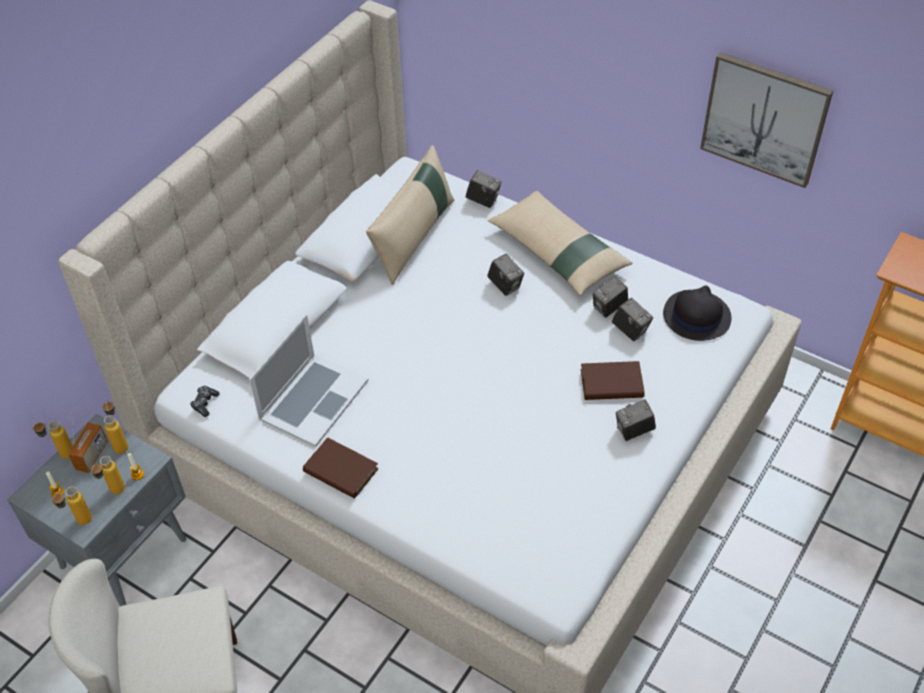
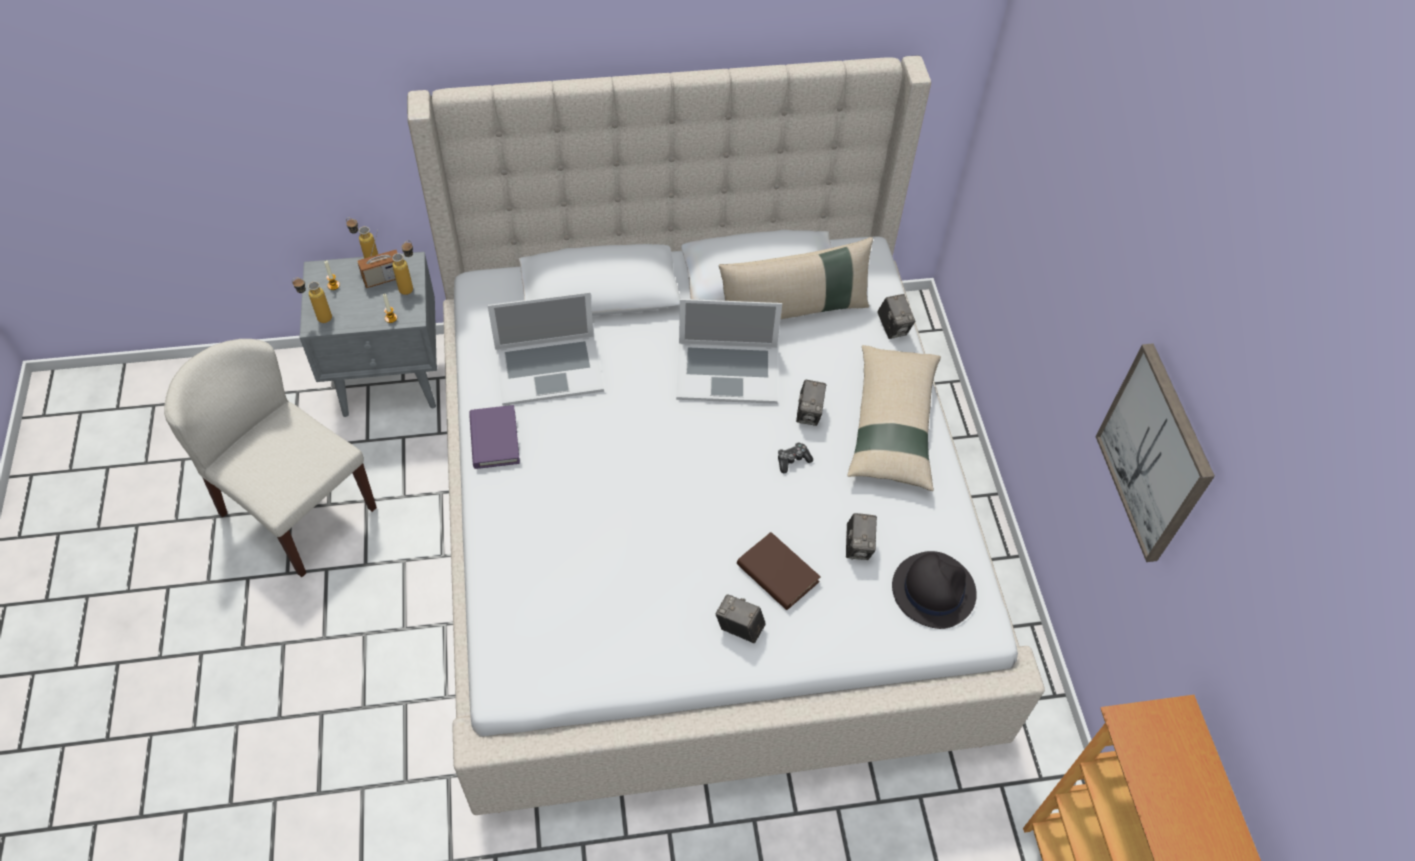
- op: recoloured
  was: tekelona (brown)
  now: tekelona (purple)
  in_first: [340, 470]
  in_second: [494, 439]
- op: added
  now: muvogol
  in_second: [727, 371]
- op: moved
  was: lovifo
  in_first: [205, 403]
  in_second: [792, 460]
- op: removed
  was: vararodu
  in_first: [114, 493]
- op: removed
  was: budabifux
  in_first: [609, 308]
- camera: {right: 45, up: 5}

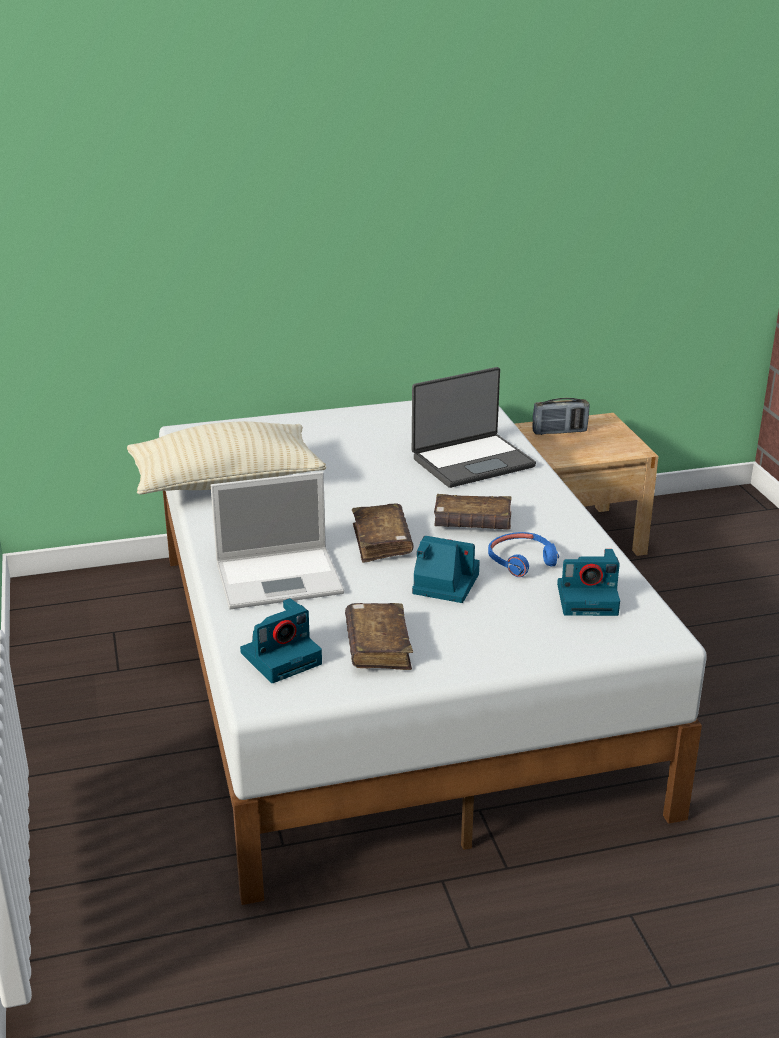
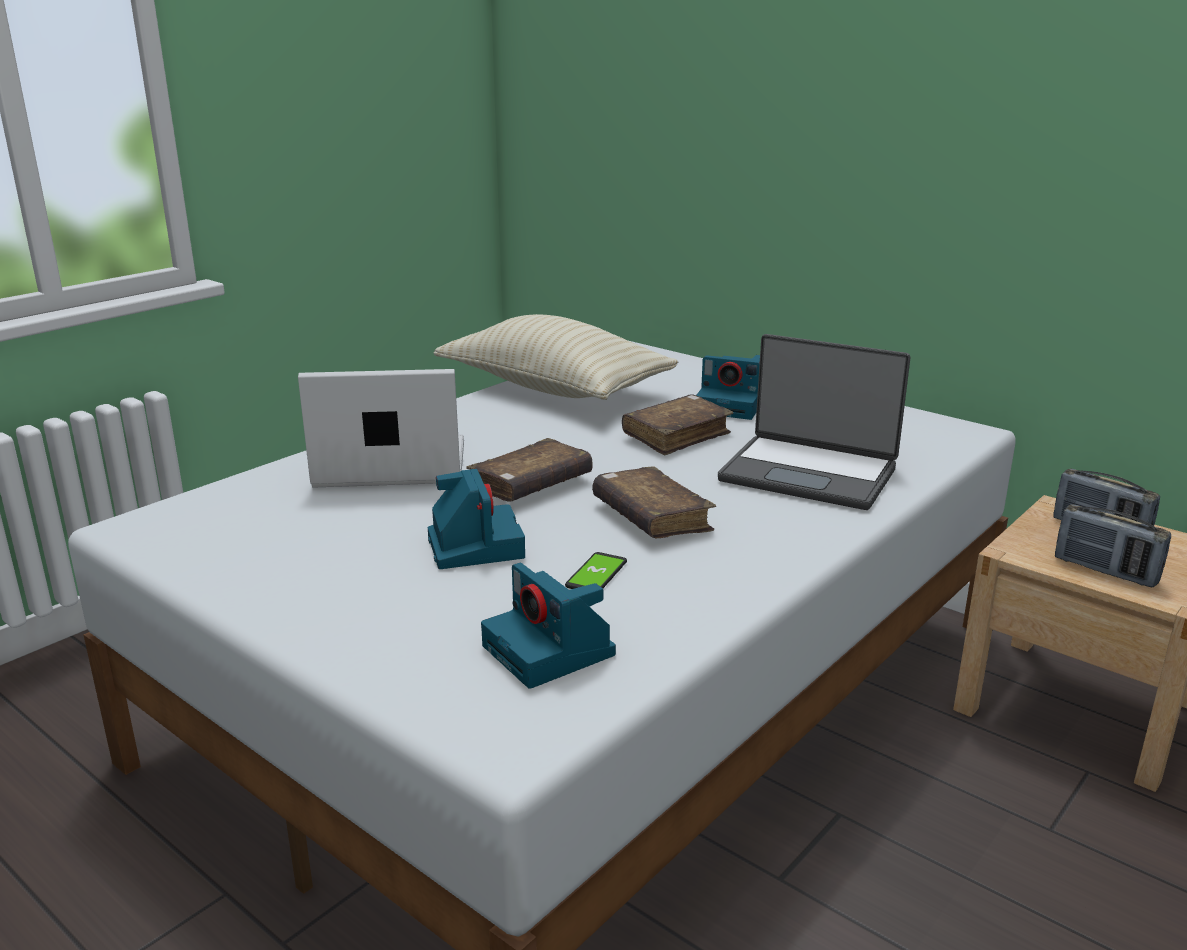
- op: turned
  was: muvogol
  in_first: [281, 577]
  in_second: [388, 465]
  clockwise: 135
- op: replaced
  was: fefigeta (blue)
  now: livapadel
  in_first: [521, 561]
  in_second: [596, 574]
- op: moved
  was: tekelona (brown)
  in_first: [378, 647]
  in_second: [676, 436]
- op: moved
  was: budabifux
  in_first: [282, 657]
  in_second: [732, 406]
- op: added
  now: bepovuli
  in_second: [1105, 571]
- camera: {right: 55, up: -5}

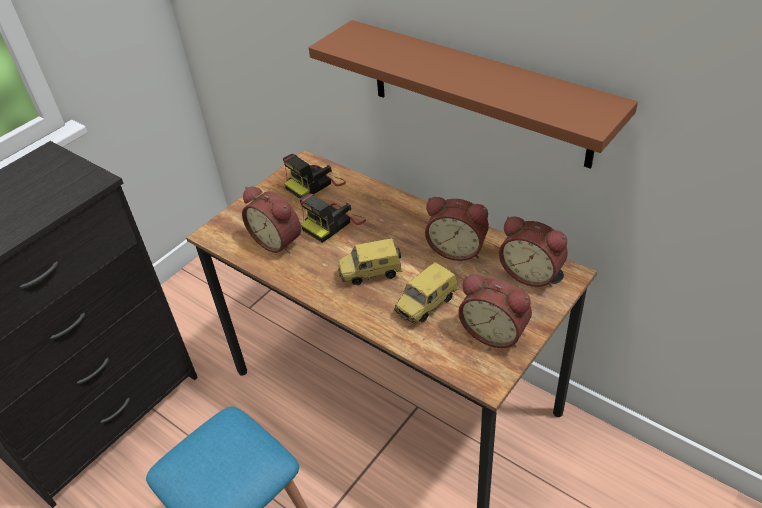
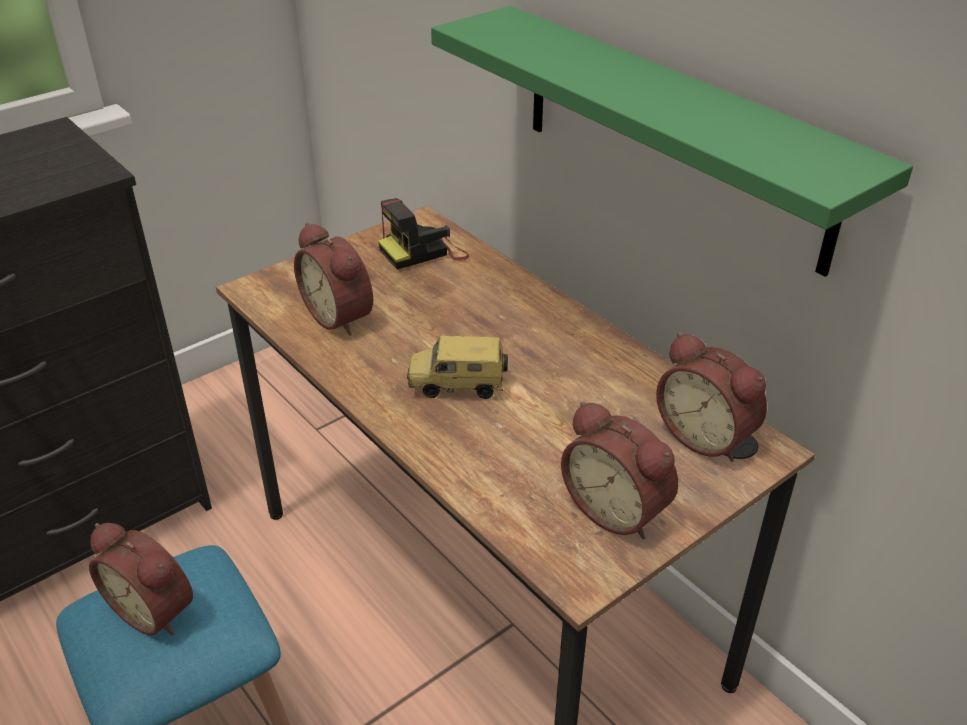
- op: moved
  was: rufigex
  in_first: [457, 248]
  in_second: [156, 608]
- op: recoloured
  was: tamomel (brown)
  now: tamomel (green)
  in_first: [478, 93]
  in_second: [671, 134]
- op: removed
  was: budabifux
  in_first: [333, 223]
- op: removed
  was: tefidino
  in_first: [427, 306]
- camera: {right: 10, up: -5}

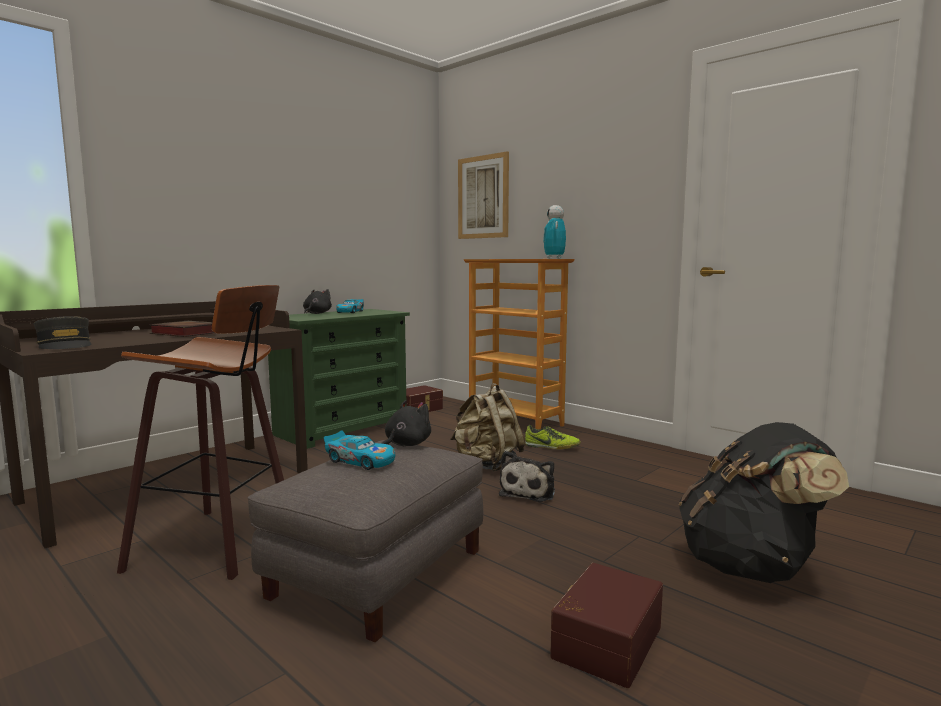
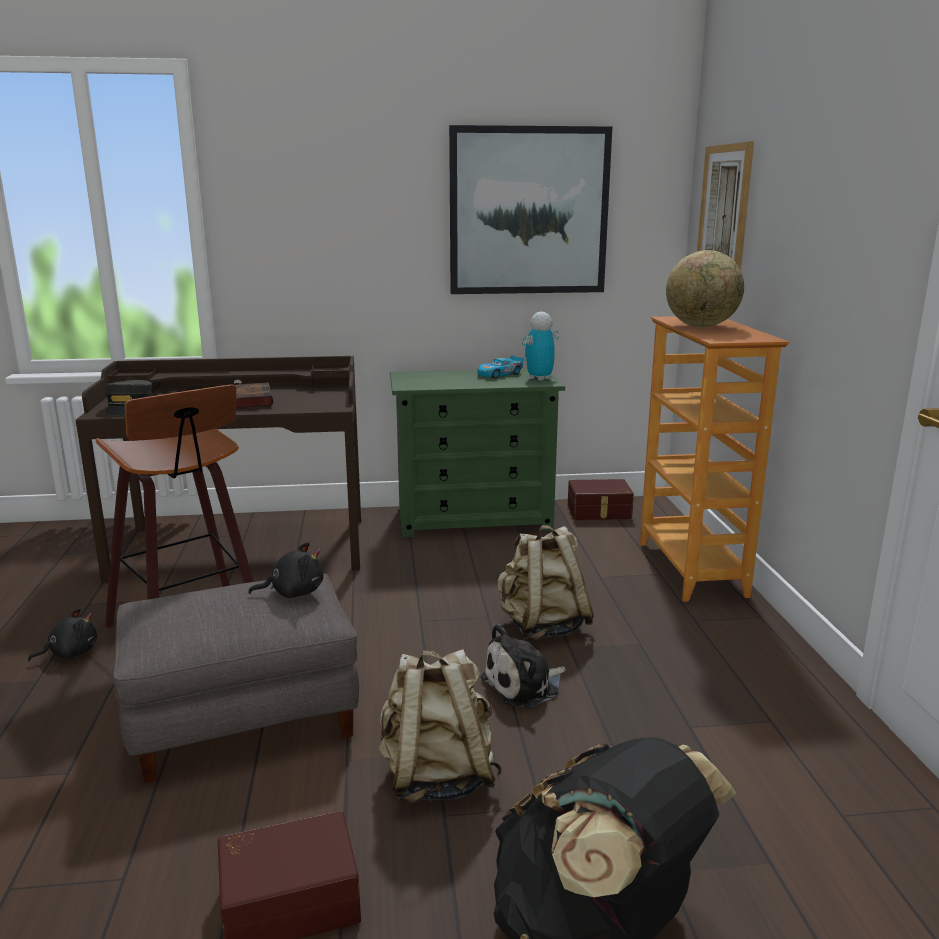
- op: moved
  was: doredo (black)
  in_first: [316, 313]
  in_second: [70, 653]
- op: added
  now: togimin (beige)
  in_second: [437, 777]
- op: added
  now: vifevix
  in_second: [528, 211]
- op: moved
  was: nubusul
  in_first: [554, 258]
  in_second: [539, 378]
- op: added
  now: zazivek
  in_second: [701, 326]
- op: removed
  was: tefidino
  in_first: [360, 461]
- op: removed
  was: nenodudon
  in_first: [551, 447]
- camera: {right: 40, up: 10}

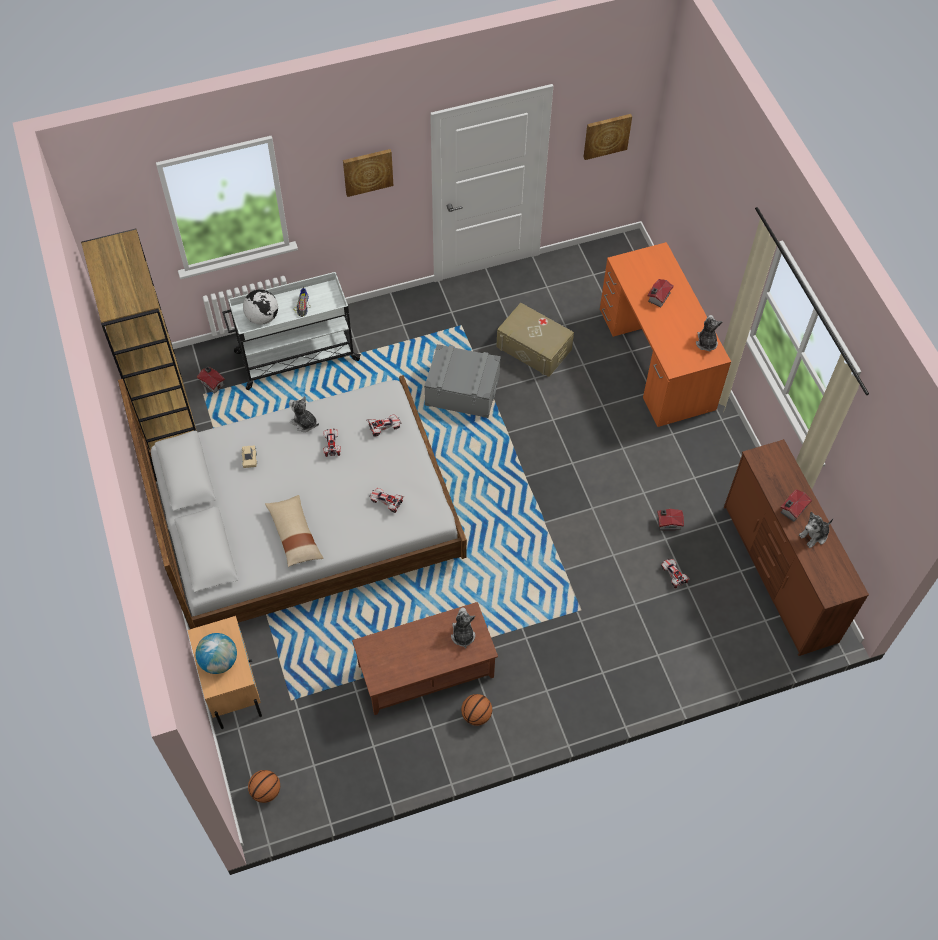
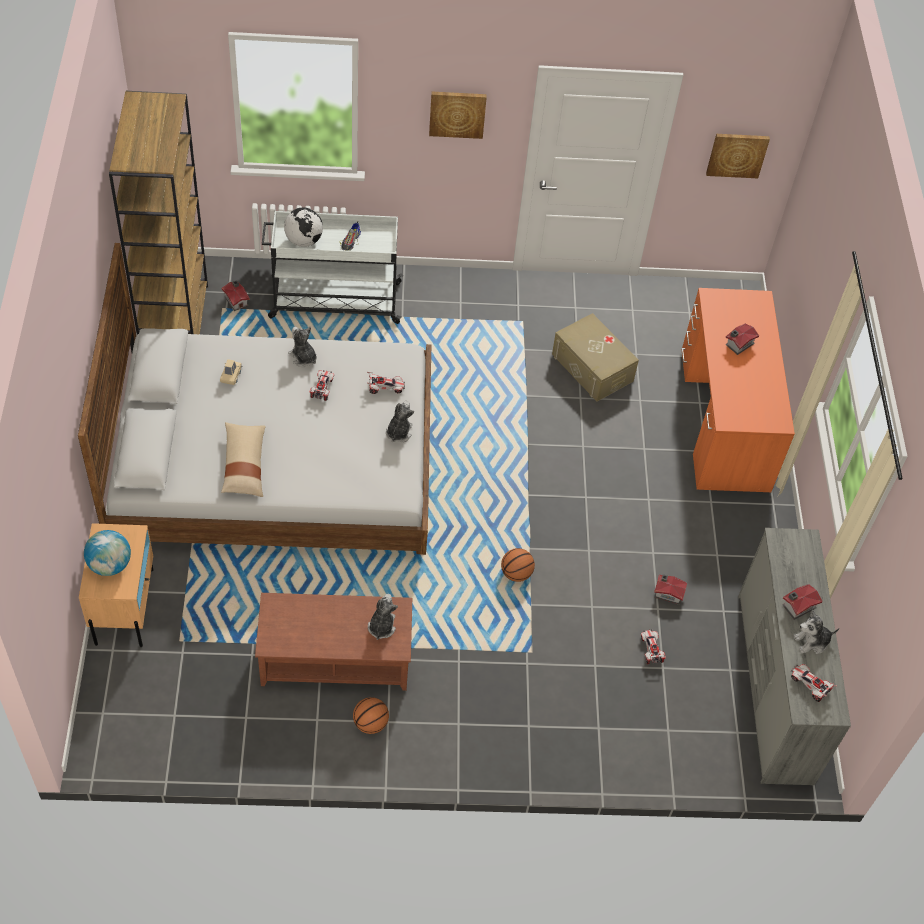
- op: moved
  was: doredo
  in_first: [706, 342]
  in_second: [398, 432]
- op: moved
  was: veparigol
  in_first: [266, 791]
  in_second: [516, 573]
- op: recoloured
  was: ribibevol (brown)
  now: ribibevol (grey)
  in_first: [778, 574]
  in_second: [773, 688]
- op: moved
  was: tefidino
  in_first: [386, 502]
  in_second: [809, 685]
- op: removed
  was: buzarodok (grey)
  in_first: [462, 390]
- camera: {right: 15, up: -5}

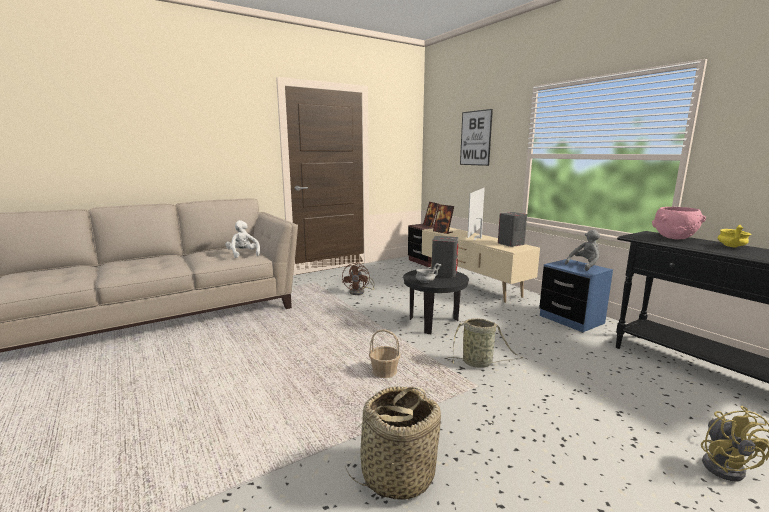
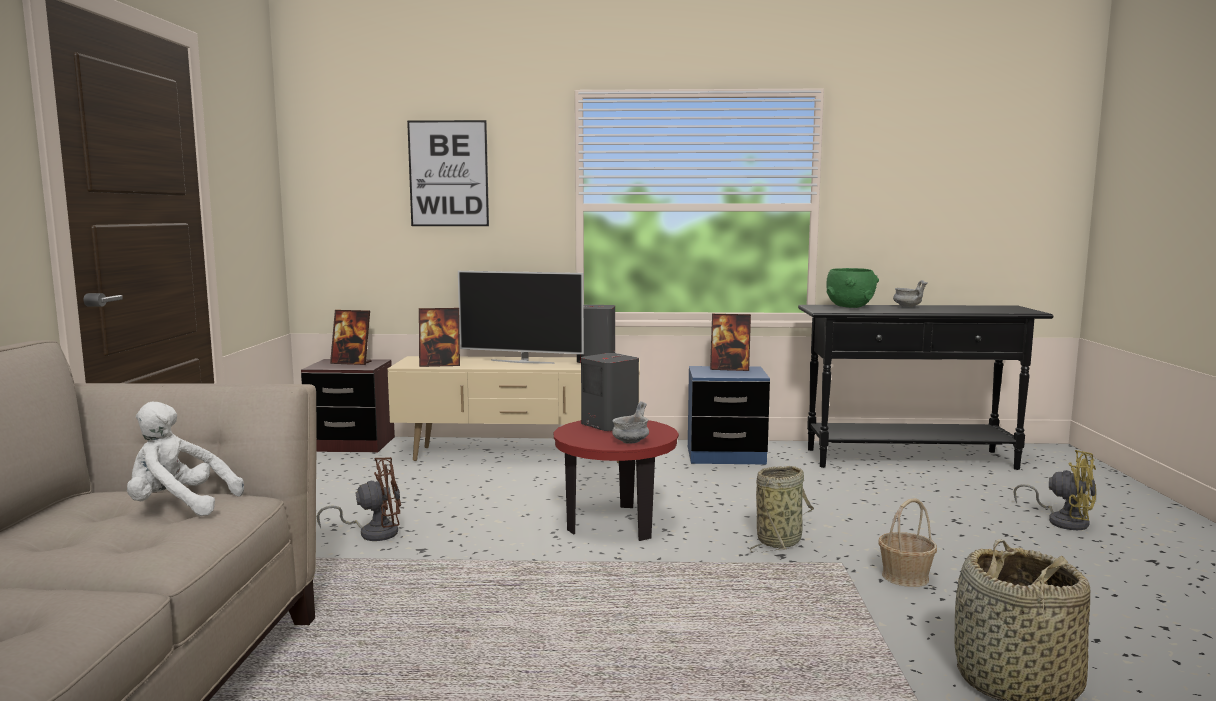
- op: turned
  was: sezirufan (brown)
  in_first: [360, 292]
  in_second: [373, 532]
  clockwise: -60
- op: turned
  was: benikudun
  in_first: [478, 237]
  in_second: [522, 361]
  clockwise: -45
- op: recoloured
  was: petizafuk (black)
  now: petizafuk (red)
  in_first: [434, 323]
  in_second: [615, 523]
- op: replaced
  was: doredo (grey)
  now: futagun
  in_first: [584, 265]
  in_second: [729, 369]
- op: recoloured
  was: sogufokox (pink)
  now: sogufokox (green)
  in_first: [674, 238]
  in_second: [849, 307]
- op: moved
  was: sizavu
  in_first: [384, 372]
  in_second: [904, 577]
- op: recoloured
  was: sogufokox (yellow)
  now: sogufokox (grey)
  in_first: [732, 246]
  in_second: [908, 307]
- camera: {right: -55, up: -5}

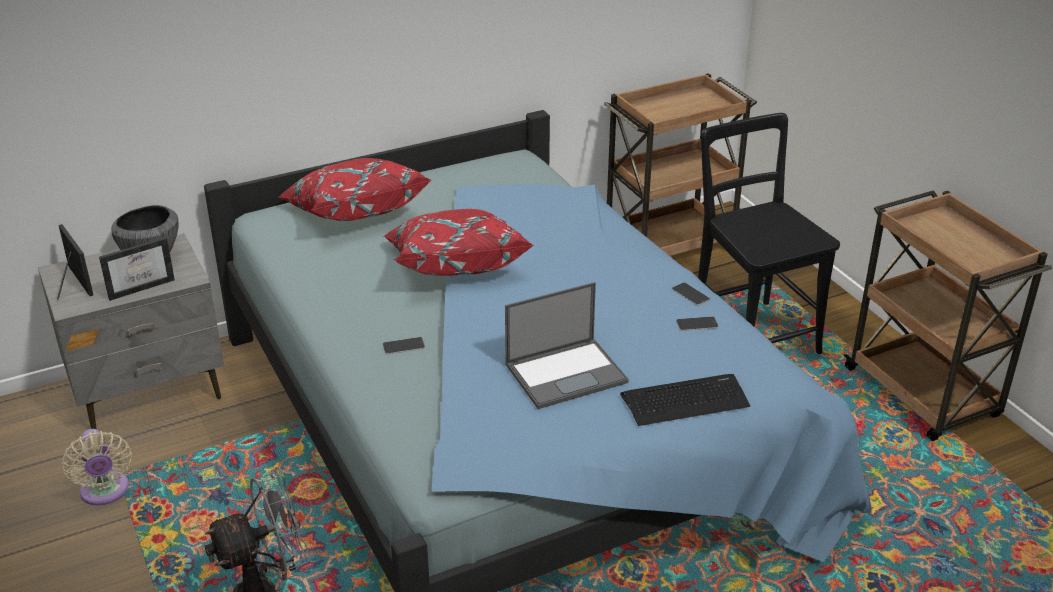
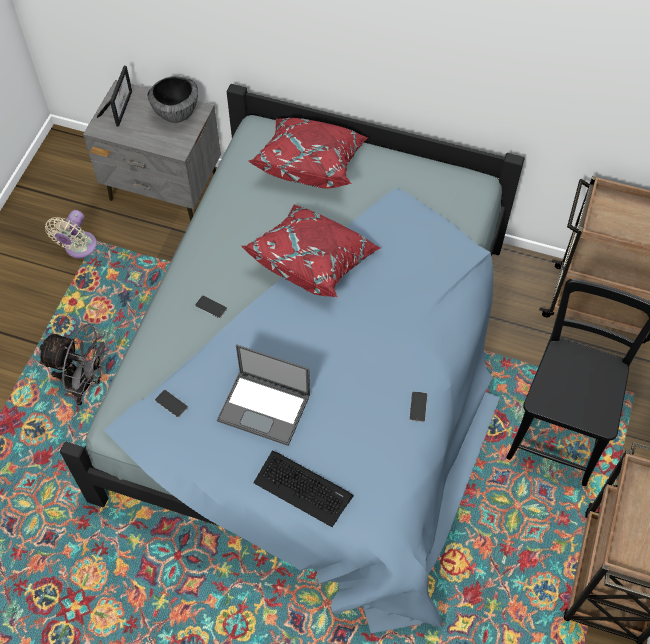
- op: moved
  was: livapadel
  in_first: [697, 324]
  in_second: [171, 403]
- op: removed
  was: futagun
  in_first: [141, 286]
- camera: {right: 45, up: 25}

